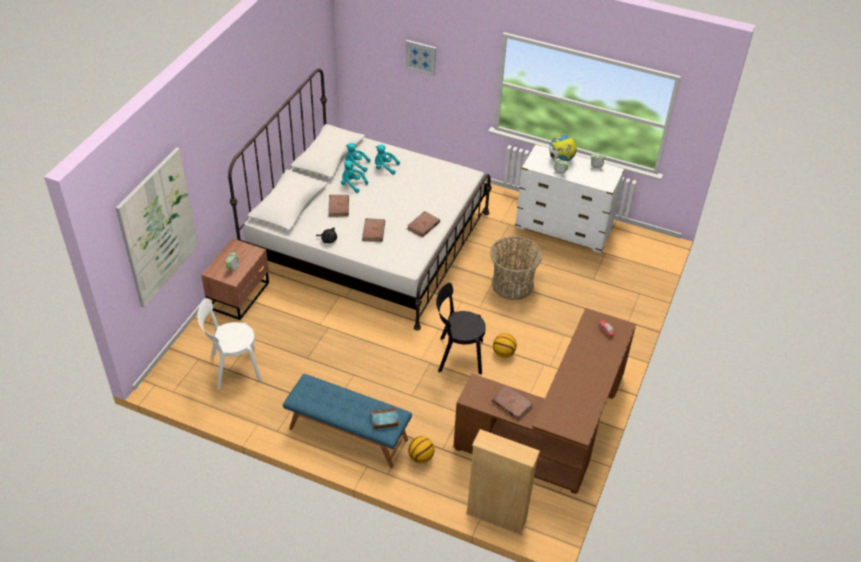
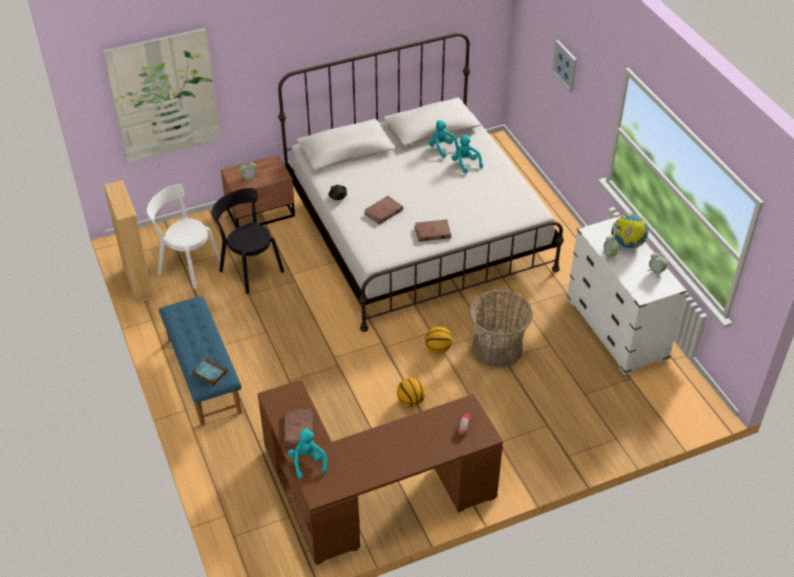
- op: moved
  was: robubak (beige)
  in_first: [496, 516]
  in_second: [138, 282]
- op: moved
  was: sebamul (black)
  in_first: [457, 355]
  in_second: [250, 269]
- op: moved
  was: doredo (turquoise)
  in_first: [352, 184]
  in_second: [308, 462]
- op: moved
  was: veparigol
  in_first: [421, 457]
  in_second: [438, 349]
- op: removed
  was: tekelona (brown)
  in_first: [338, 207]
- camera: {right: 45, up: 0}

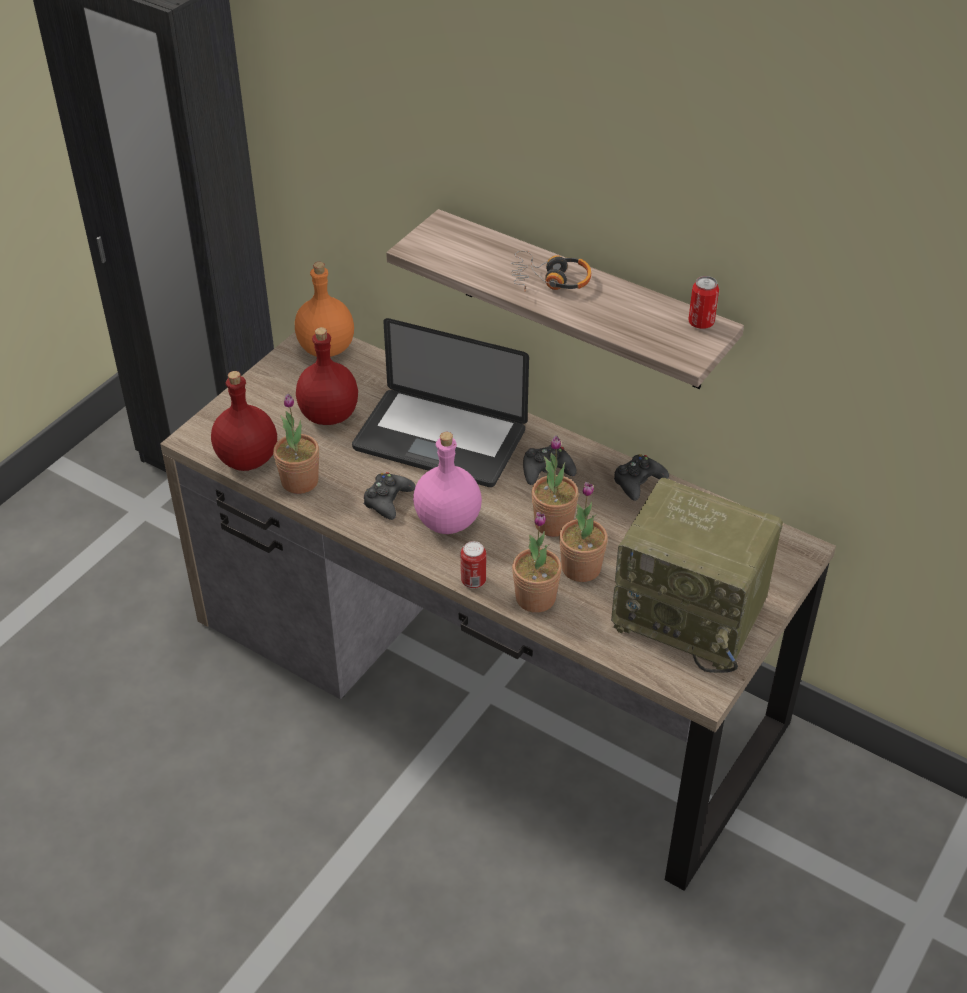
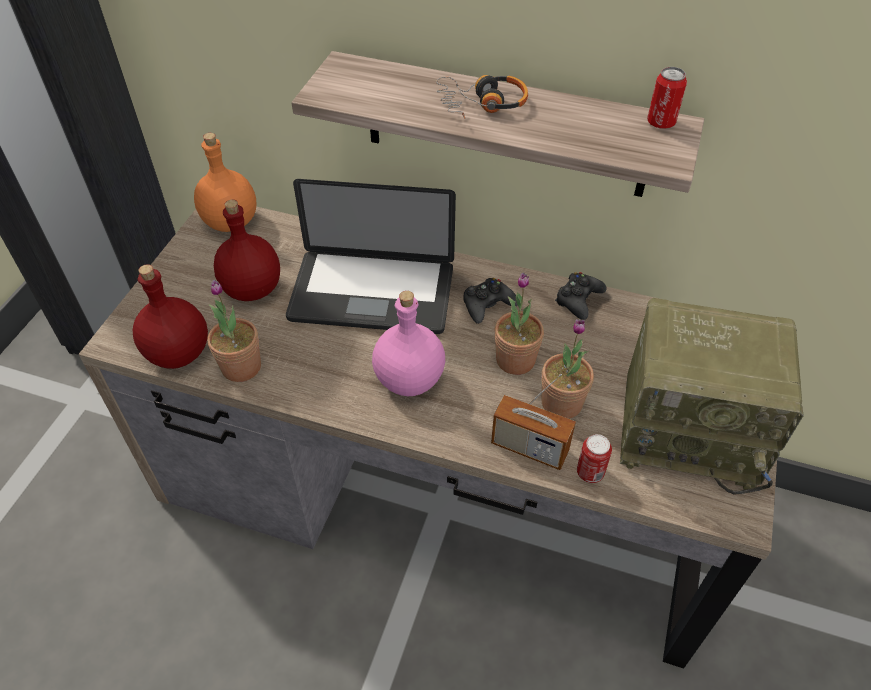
- op: replaced
  was: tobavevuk
  now: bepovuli
  in_first: [535, 598]
  in_second: [529, 447]
- op: moved
  was: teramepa
  in_first: [473, 581]
  in_second: [590, 473]
- op: removed
  was: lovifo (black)
  in_first: [387, 500]
- camera: {right: -15, up: 5}

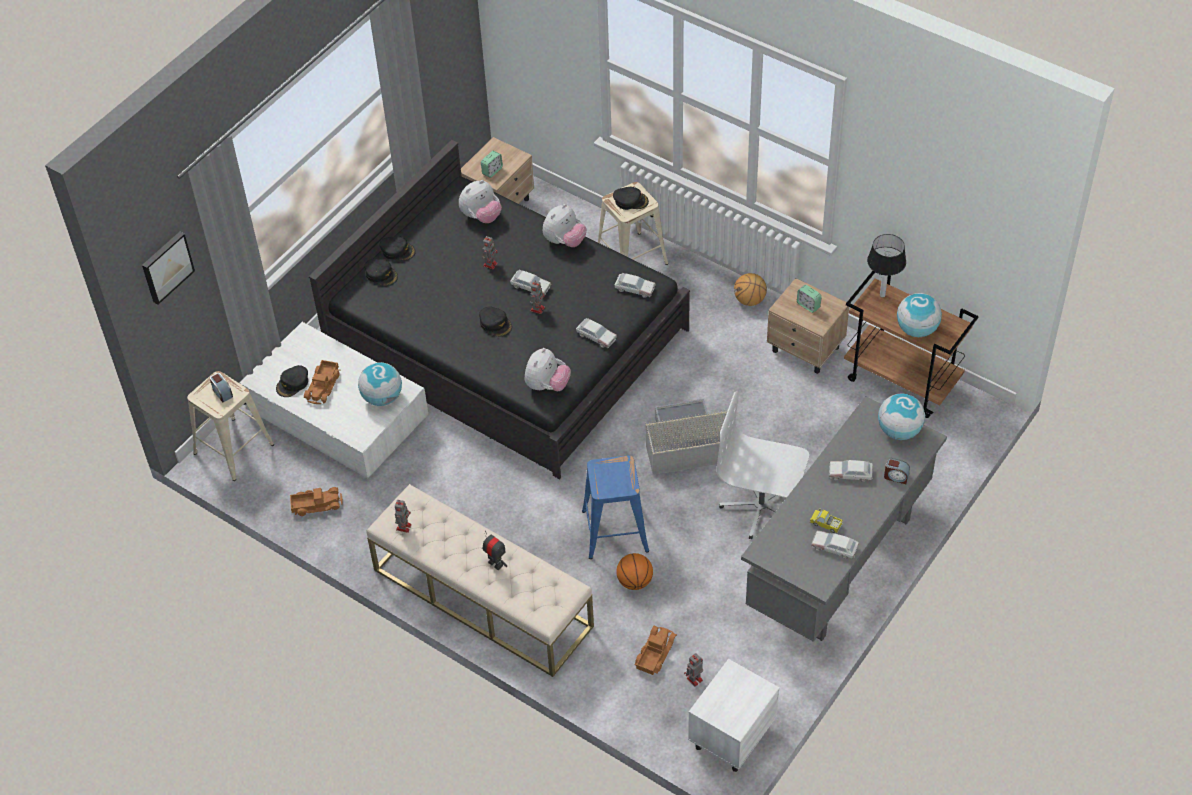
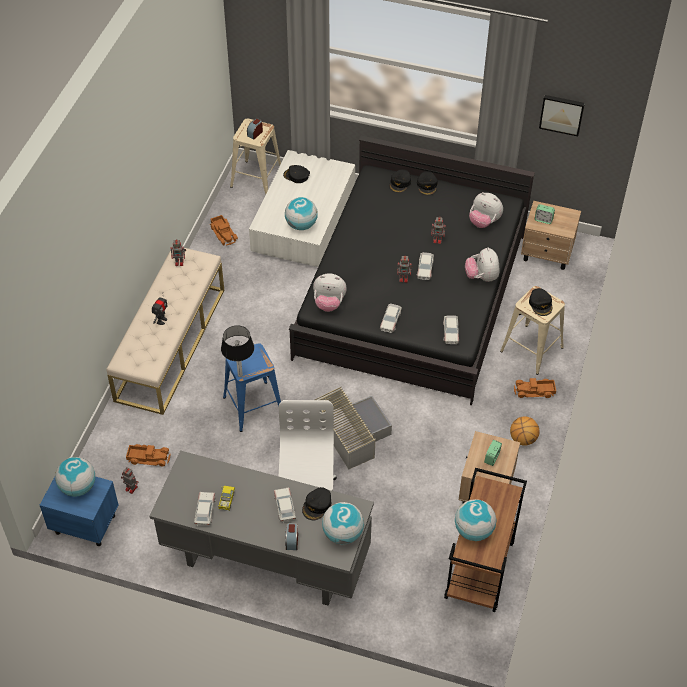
- op: recoloured
  was: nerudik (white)
  now: nerudik (blue)
  in_first: [731, 737]
  in_second: [84, 523]
- op: added
  now: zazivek
  in_second: [78, 487]
- op: moved
  was: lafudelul
  in_first: [882, 295]
  in_second: [240, 375]
- op: moved
  was: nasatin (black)
  in_first: [495, 324]
  in_second: [317, 506]
- op: turned
  was: doredo
  in_first: [564, 241]
  in_second: [481, 277]
  clockwise: 60
- op: moved
  was: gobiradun
  in_first: [324, 386]
  in_second: [534, 392]
- op: moved
  was: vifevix
  in_first: [166, 266]
  in_second: [562, 114]
- op: removed
  was: veparigol
  in_first: [635, 581]
- camera: {right: 70, up: 0}

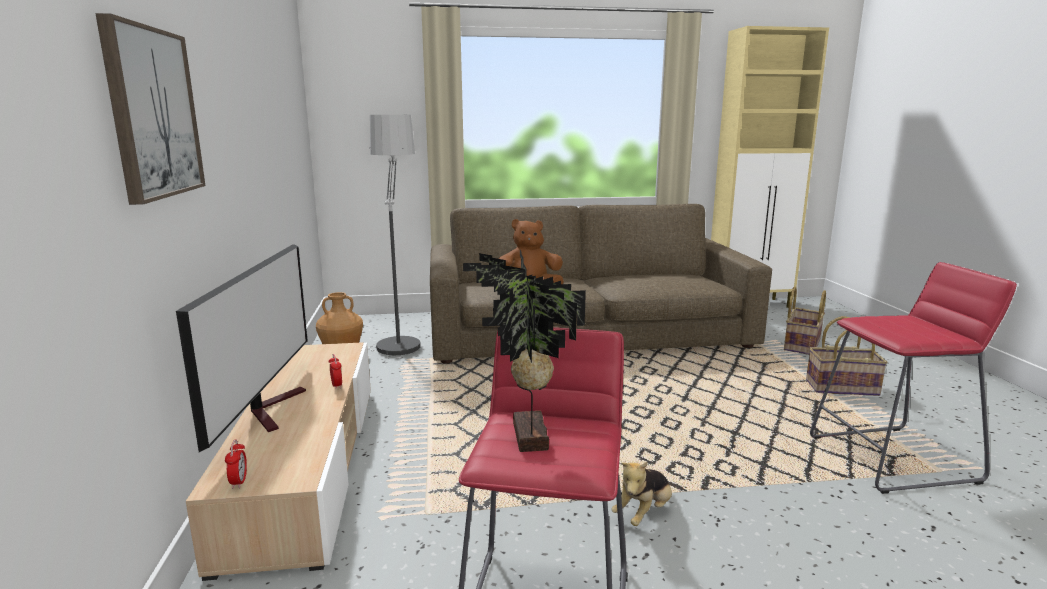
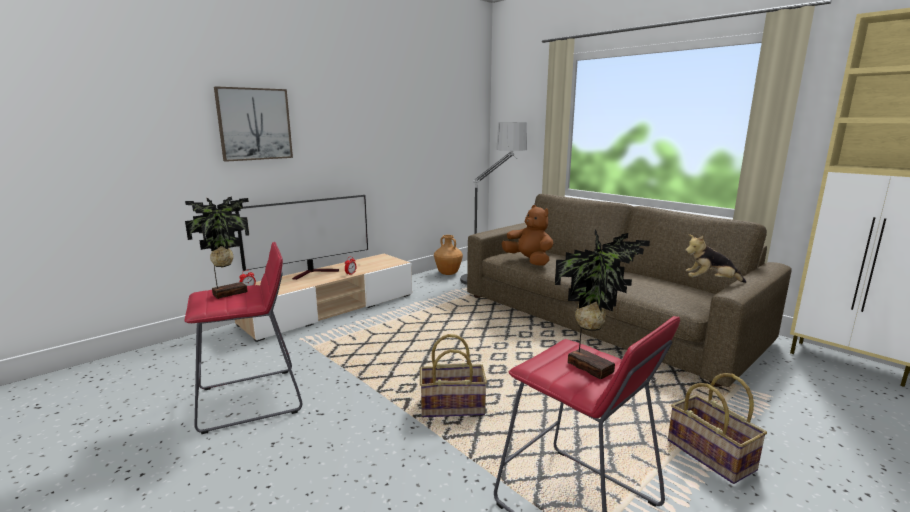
- op: moved
  was: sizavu
  in_first: [801, 345]
  in_second: [452, 406]
- op: added
  now: tobavevuk
  in_second: [591, 366]
- op: moved
  was: doredo
  in_first: [644, 513]
  in_second: [710, 281]
- camera: {right: 55, up: 0}

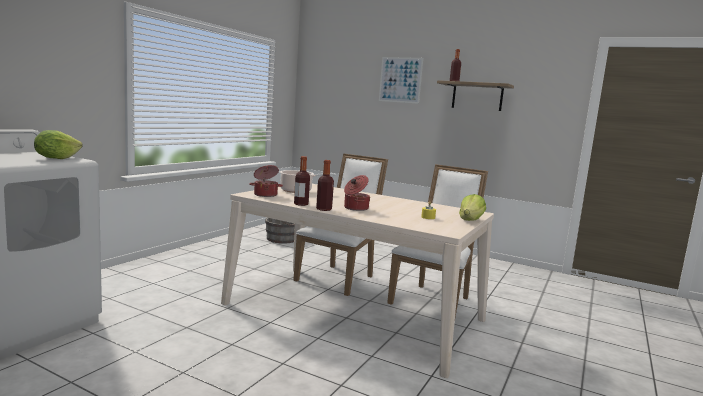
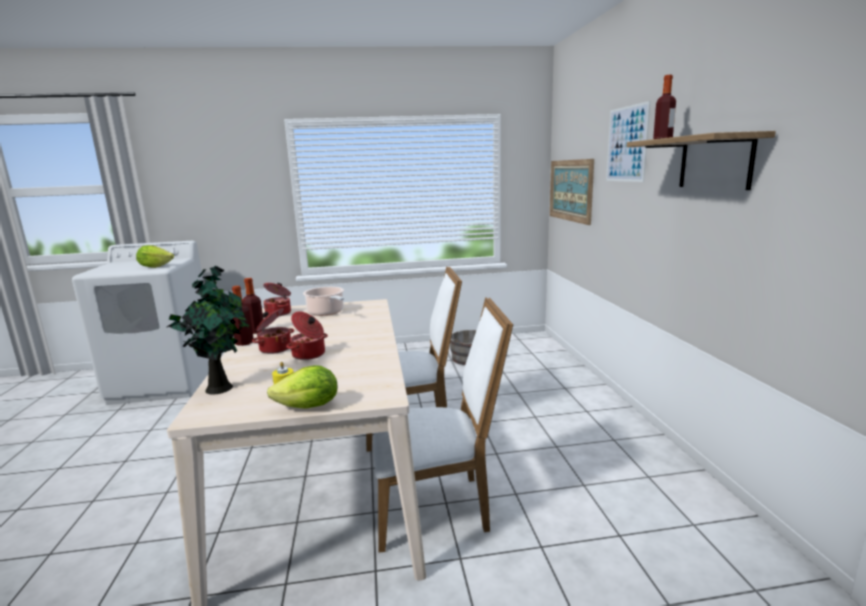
- op: added
  now: tobavevuk
  in_second: [221, 387]
- op: added
  now: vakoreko
  in_second: [309, 354]
- op: added
  now: vifevix
  in_second: [570, 190]
- camera: {right: 55, up: 5}

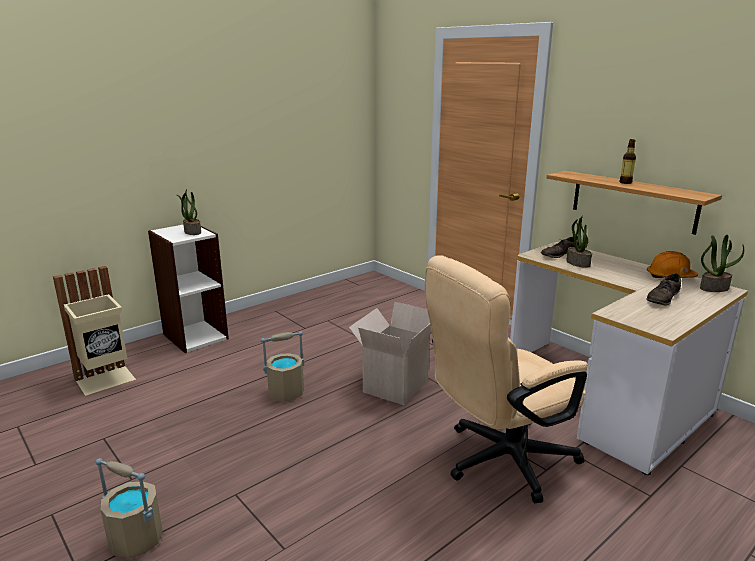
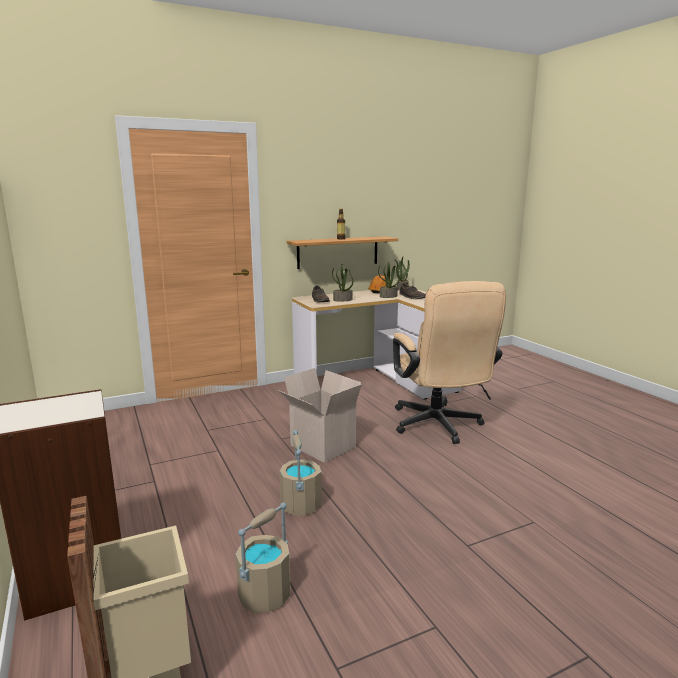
- op: moved
  was: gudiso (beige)
  in_first: [135, 539]
  in_second: [264, 595]
- op: moved
  was: tobavevuk
  in_first: [192, 232]
  in_second: [388, 296]
- camera: {right: -75, up: -5}

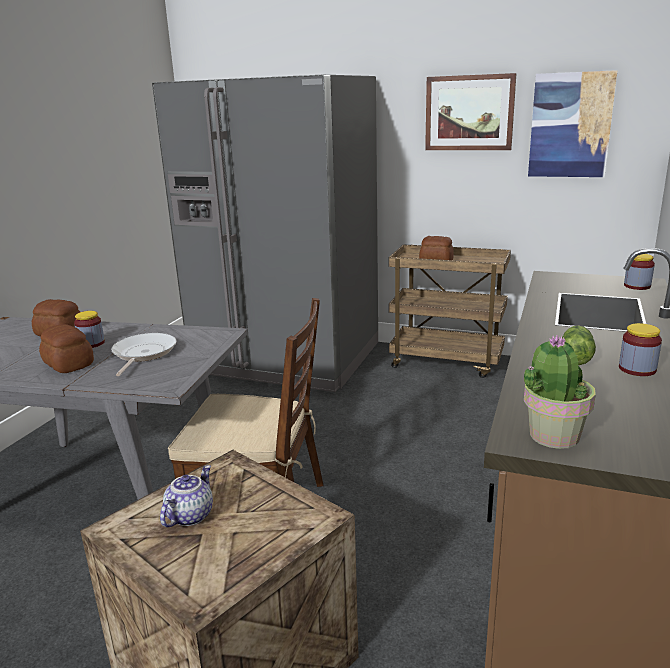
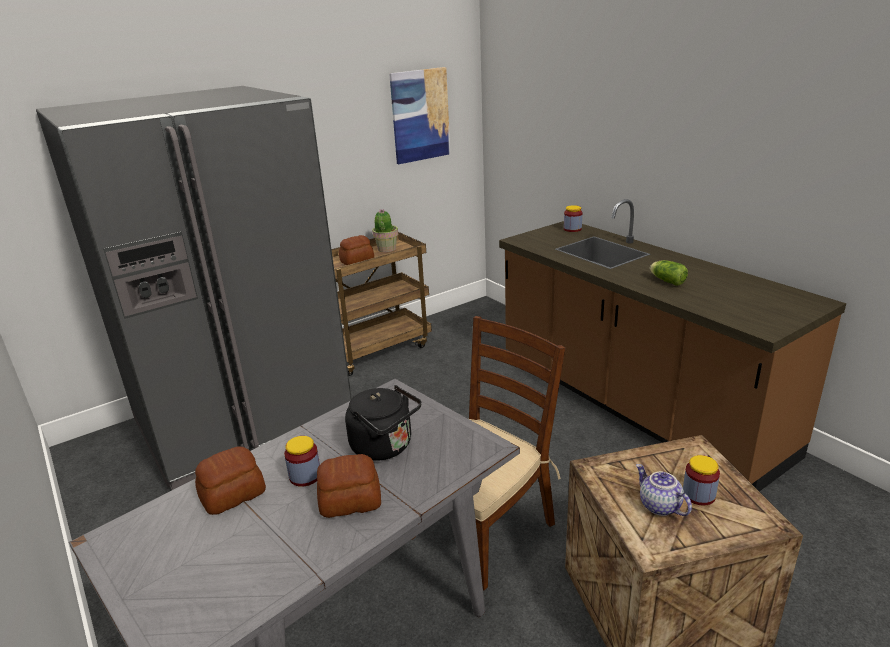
- op: replaced
  was: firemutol
  now: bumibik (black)
  in_first: [143, 354]
  in_second: [385, 447]
- op: moved
  was: tobavevuk
  in_first: [553, 436]
  in_second: [386, 249]
- op: moved
  was: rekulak
  in_first: [637, 369]
  in_second: [698, 495]
- op: removed
  was: vifevix
  in_first: [469, 113]
- camera: {right: -55, up: 5}

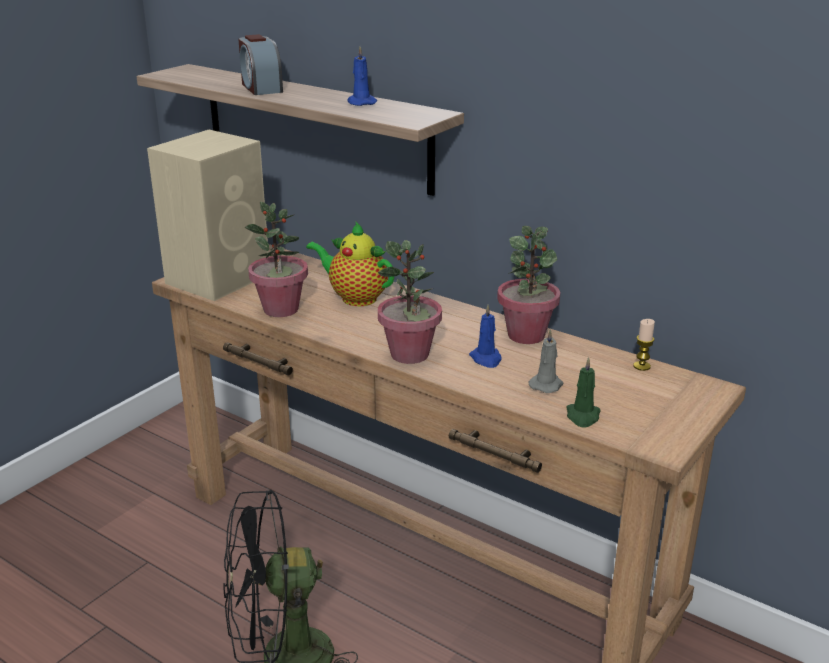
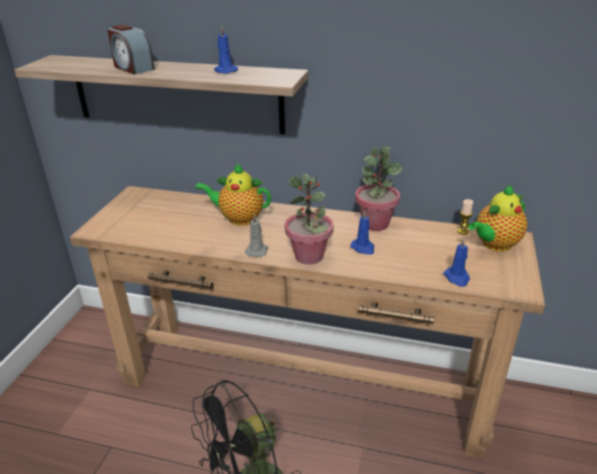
- op: moved
  was: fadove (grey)
  in_first: [546, 384]
  in_second: [257, 250]
- op: recoloured
  was: fadove (green)
  now: fadove (blue)
  in_first: [583, 416]
  in_second: [457, 278]
- op: added
  now: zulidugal
  in_second: [494, 245]
- op: removed
  was: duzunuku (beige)
  in_first: [220, 278]
- op: removed
  was: tobavevuk
  in_first: [281, 309]
- camera: {right: -20, up: 5}

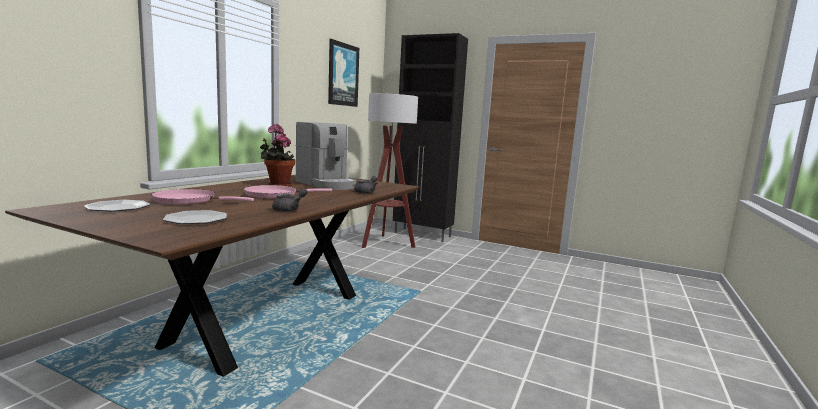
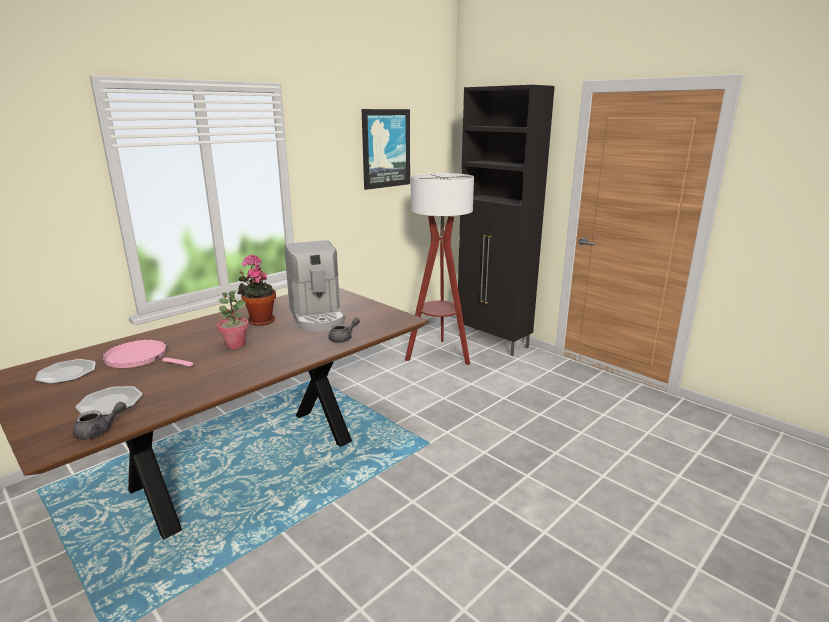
- op: moved
  was: zulidugal (grey)
  in_first: [289, 210]
  in_second: [99, 431]
- op: replaced
  was: firemutol (pink)
  now: tobavevuk
  in_first: [275, 195]
  in_second: [235, 345]
- camera: {right: 20, up: 10}

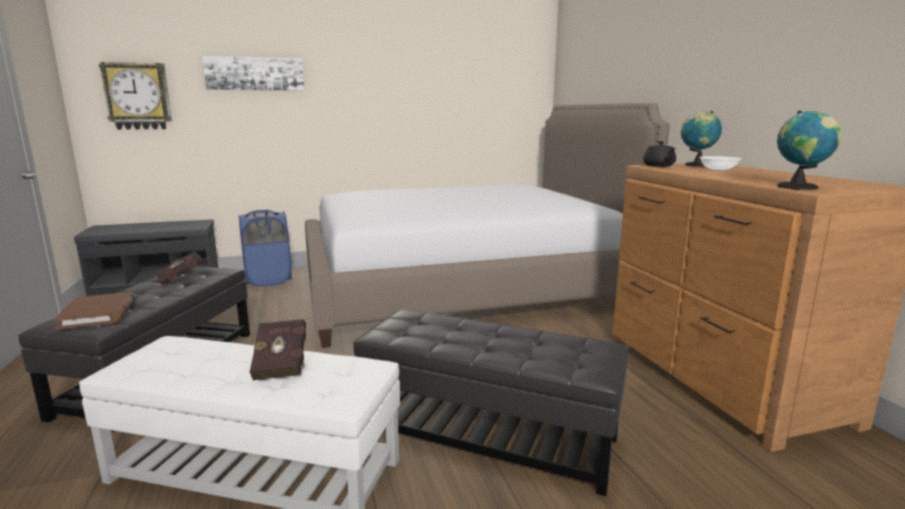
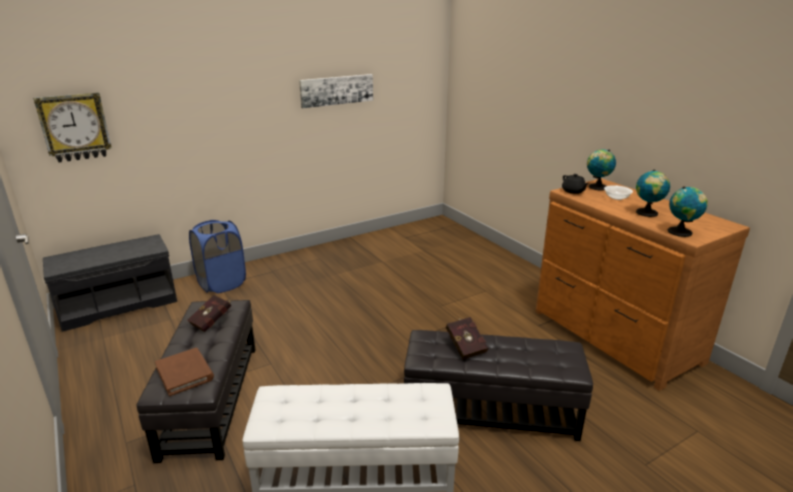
- op: moved
  was: vifevix
  in_first: [255, 73]
  in_second: [336, 90]
- op: moved
  was: tekelona (red)
  in_first: [282, 364]
  in_second: [465, 346]
- op: added
  now: zazivek
  in_second: [647, 213]
- op: removed
  was: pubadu
  in_first: [462, 288]
- camera: {right: -15, up: 10}

